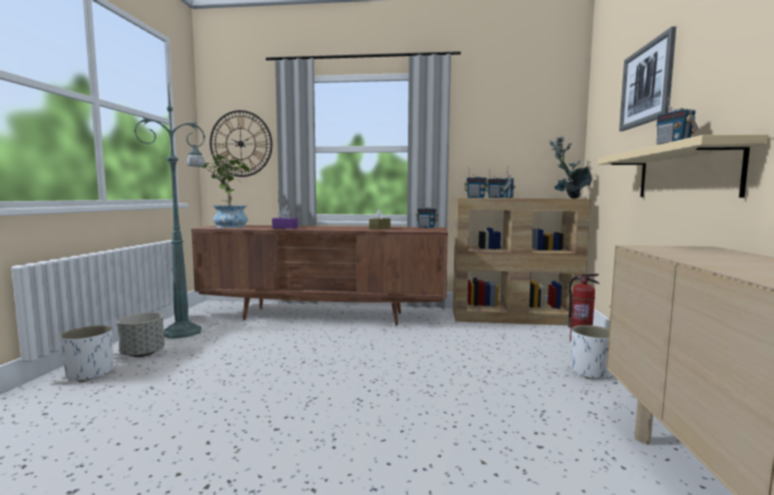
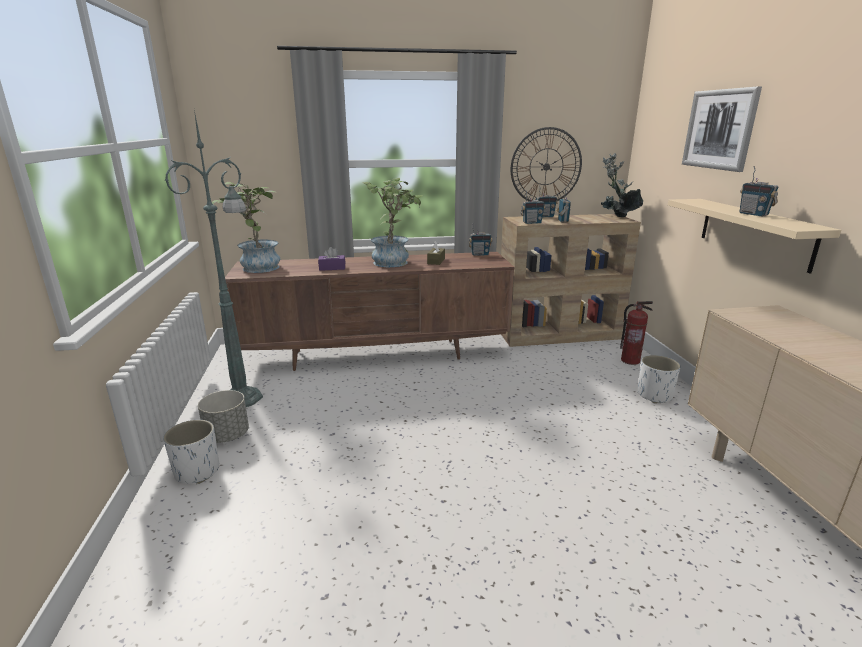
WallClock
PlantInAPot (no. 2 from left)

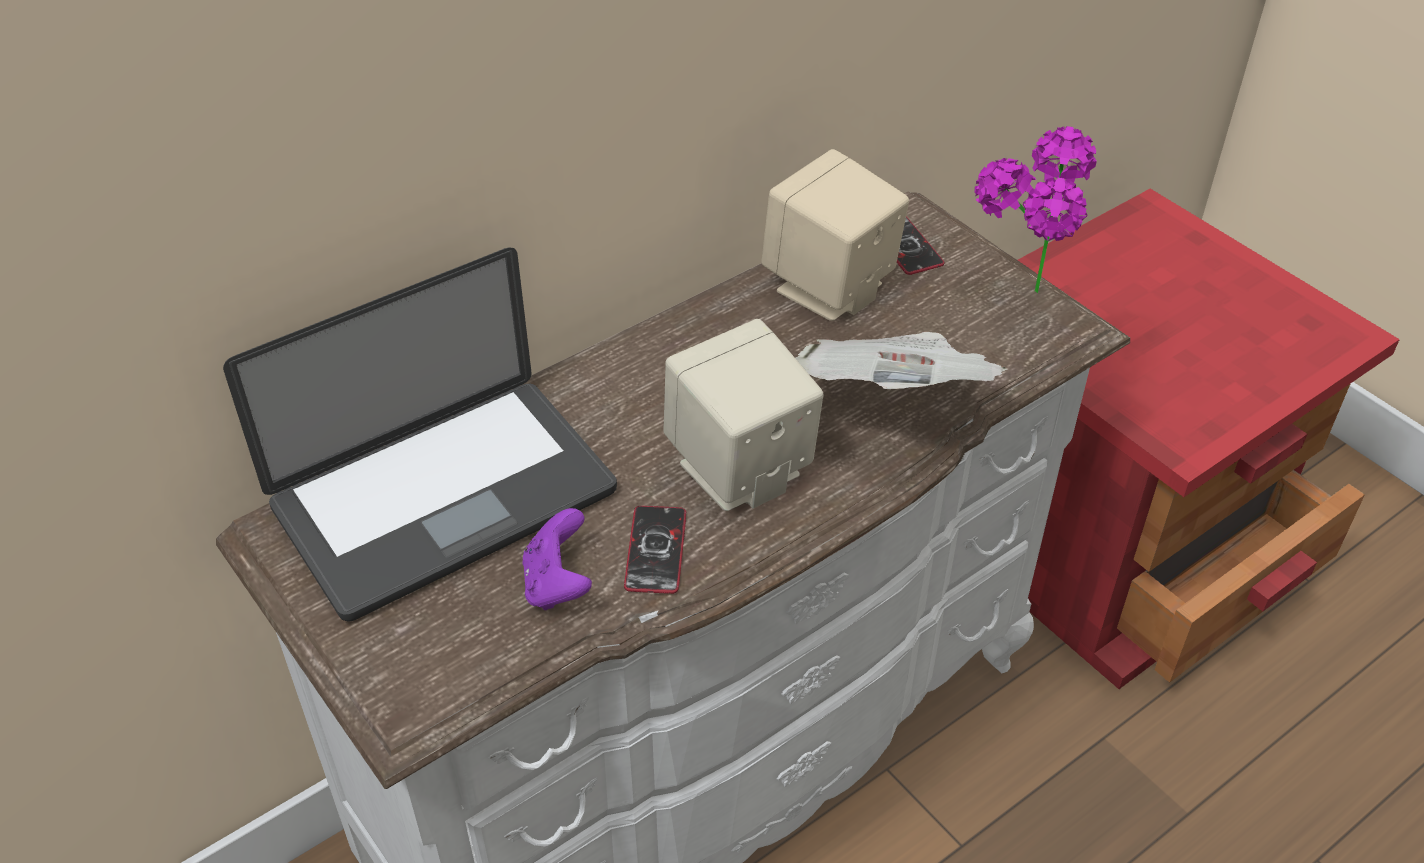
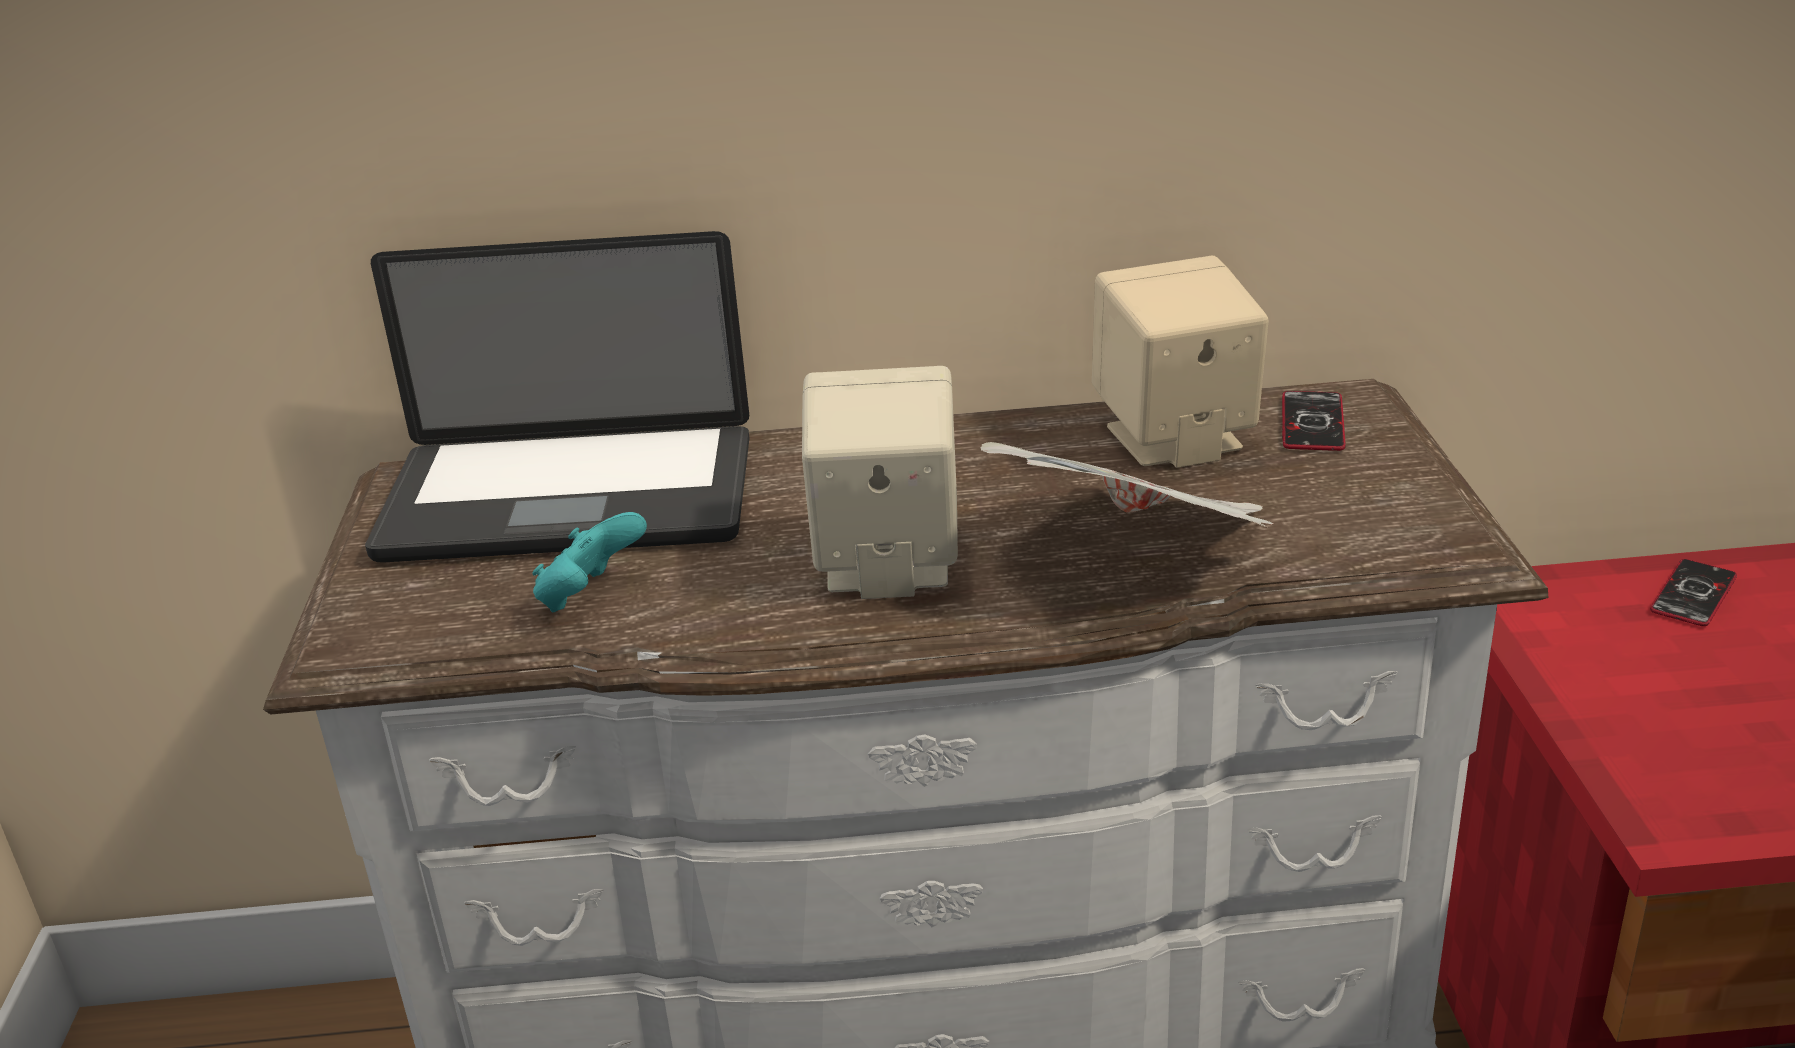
PlantInAPot
Phone (no. 2 from left)
BlueGreenGamepad

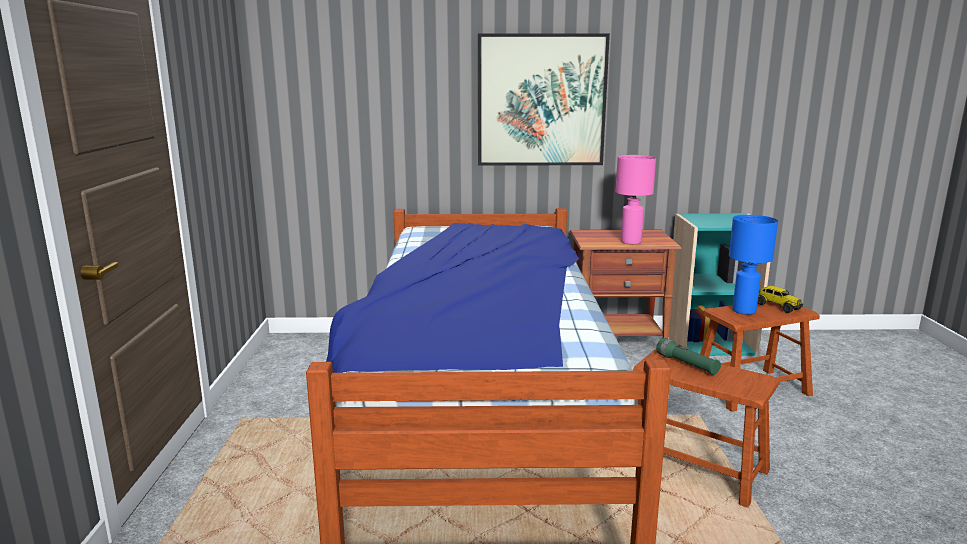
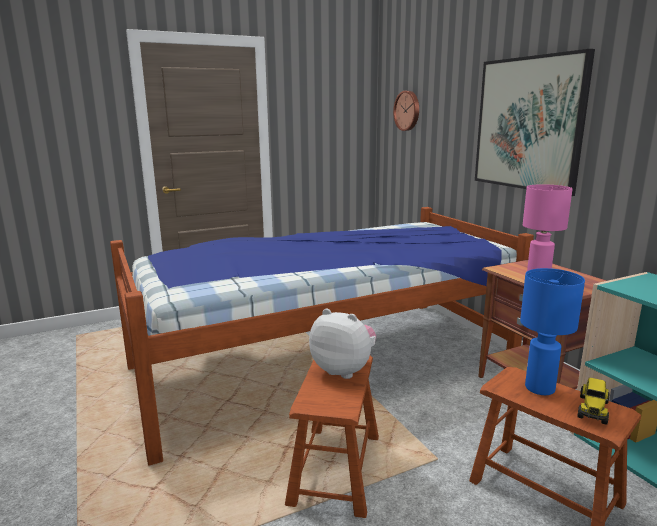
SoftToy
WallClock

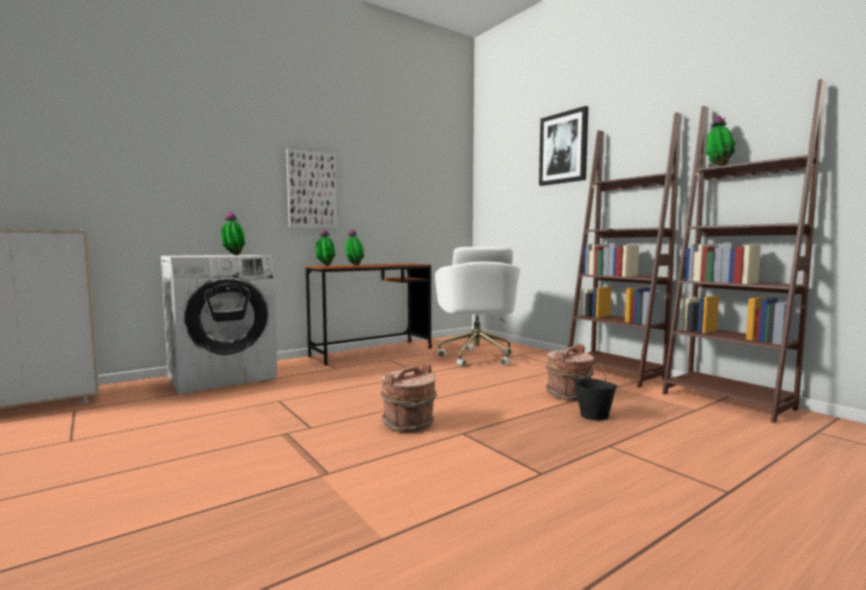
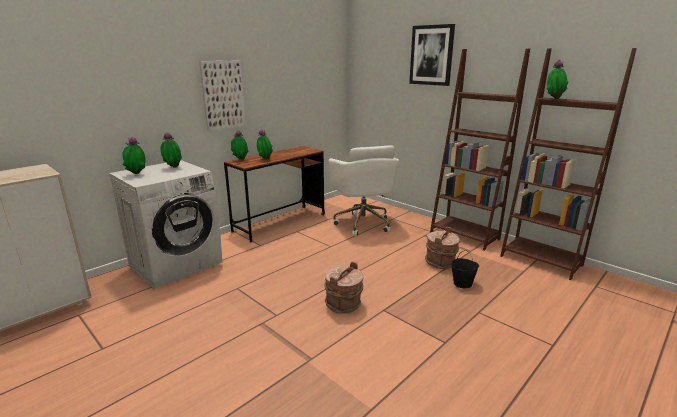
PlantInAPot (no. 1 from left)

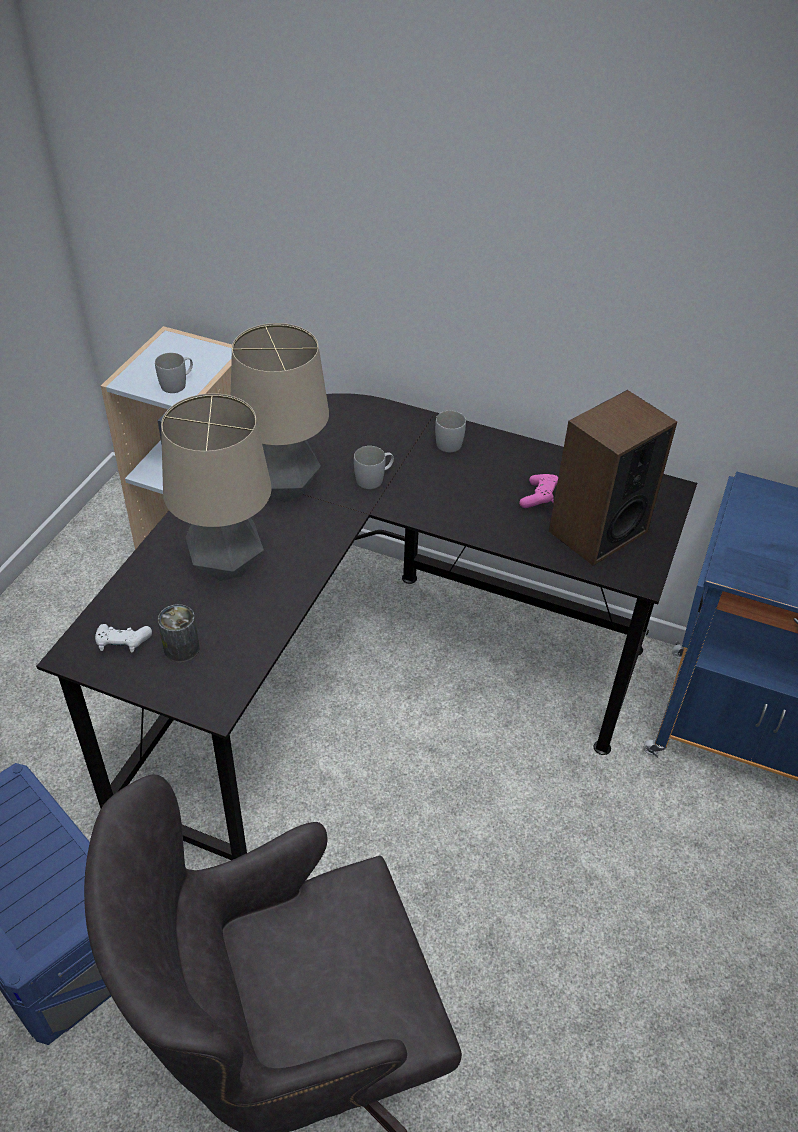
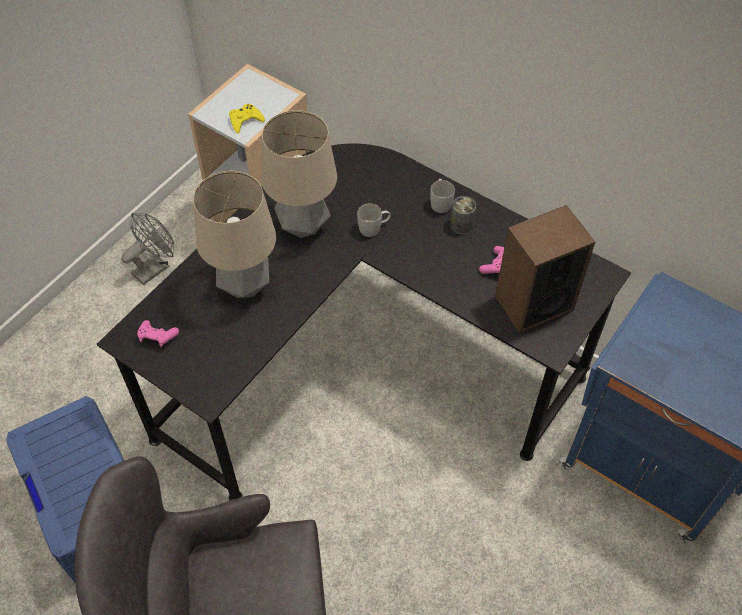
YellowishGamepad
MetalCan
PinkColouredGamepad (no. 1 from left)
GreyFan

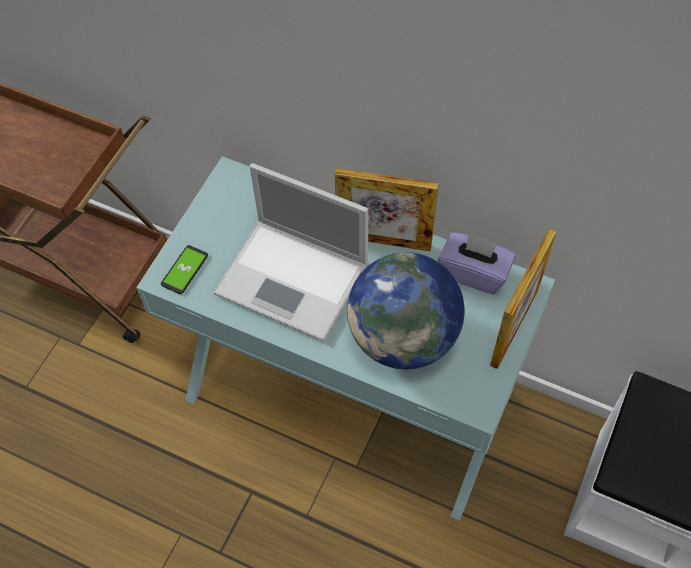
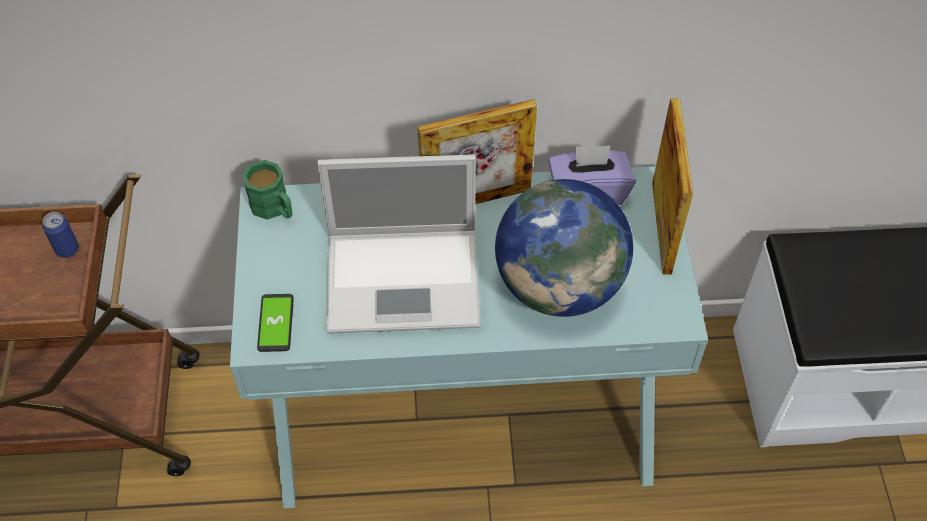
GreenCoffeeMug
MetalCan

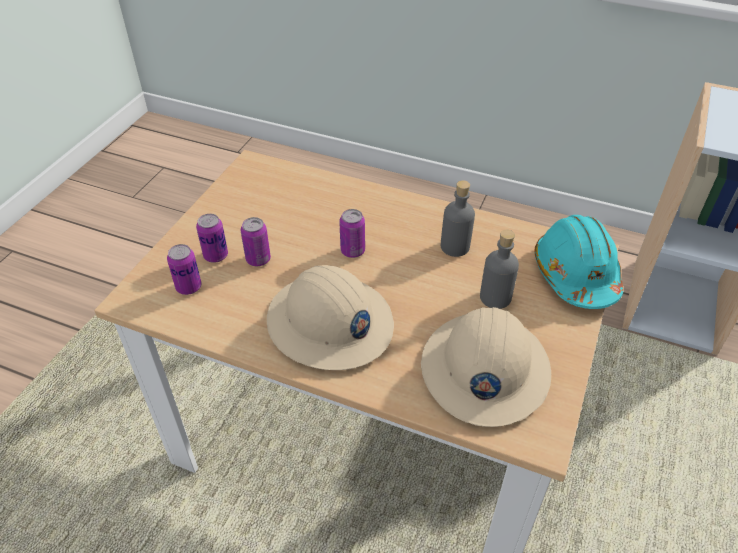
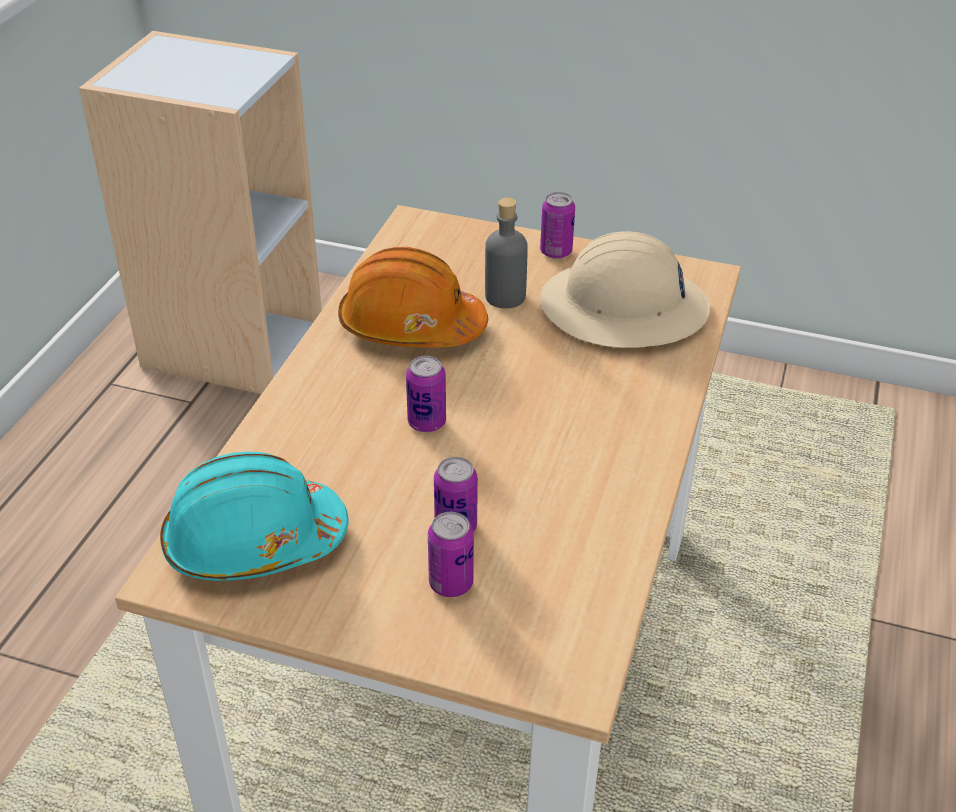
OrangeyWorkHelmet
BlueGreenWorkHelmet
MetalCan (no. 4 from left)
BeigeWorkHelmet (no. 1 from left in the first image)

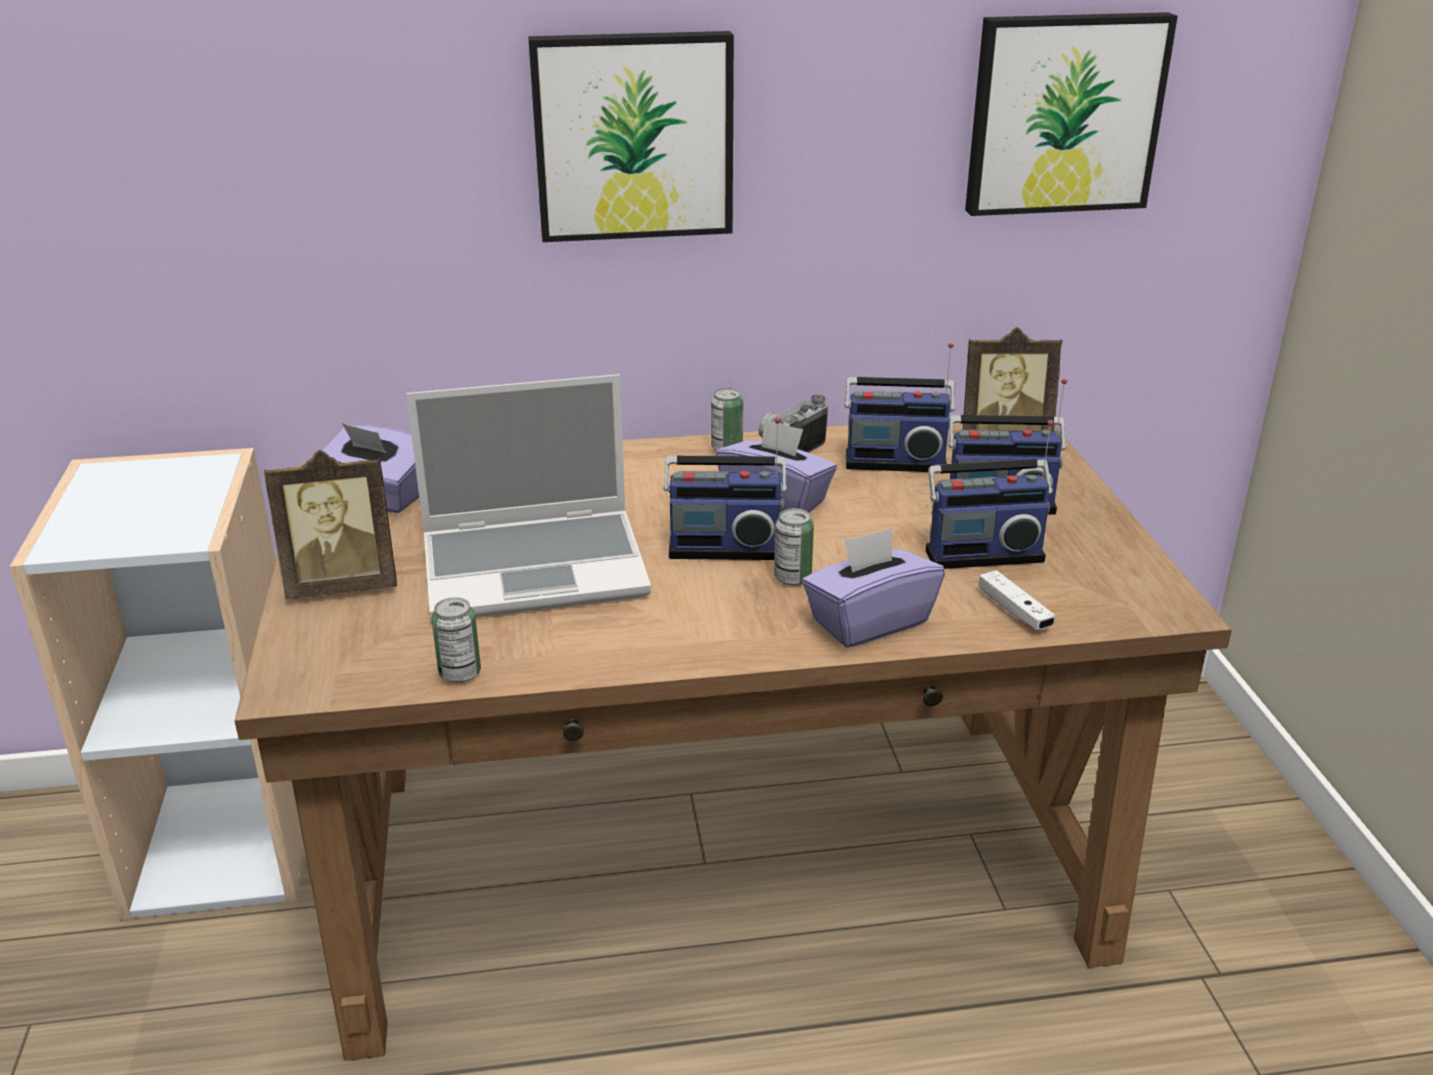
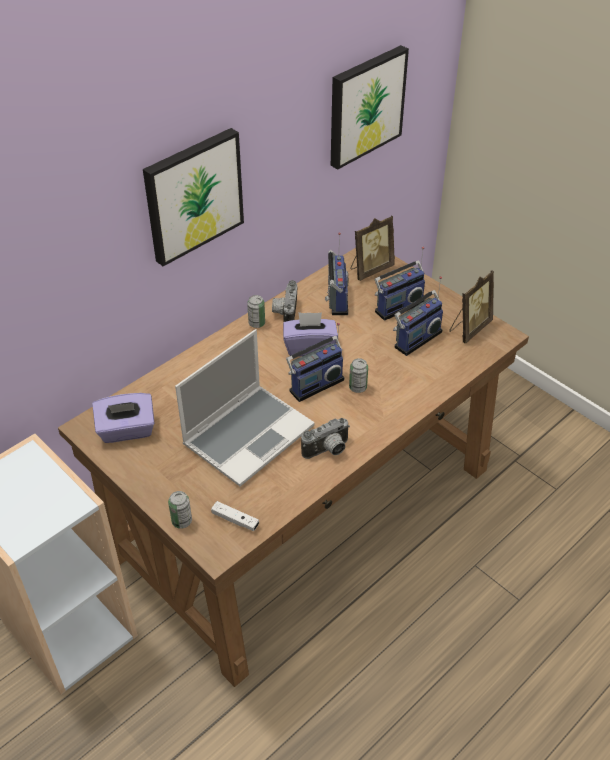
RadioSet (no. 2 from left)
PhotoFrame (no. 2 from left)
PurpleBoxOfTissues (no. 3 from left in the first image)
WhiteGamepad
MetalCan (no. 1 from left)
PhotoCamera (no. 2 from left)

